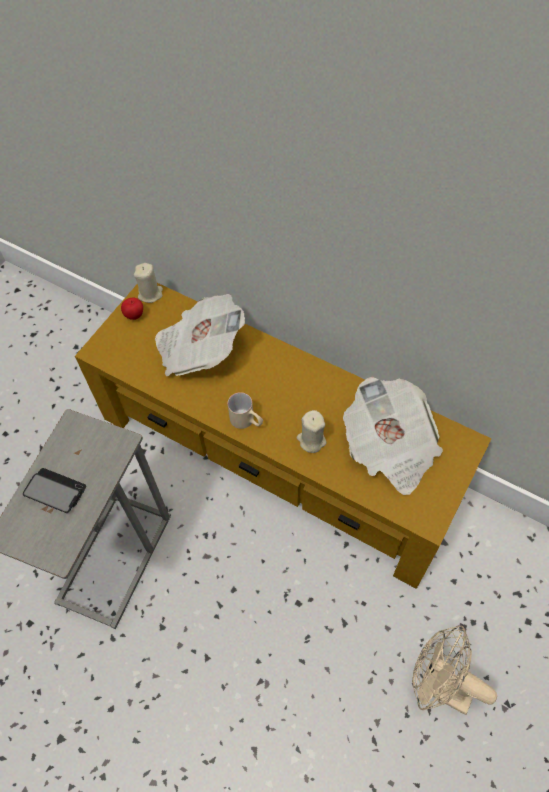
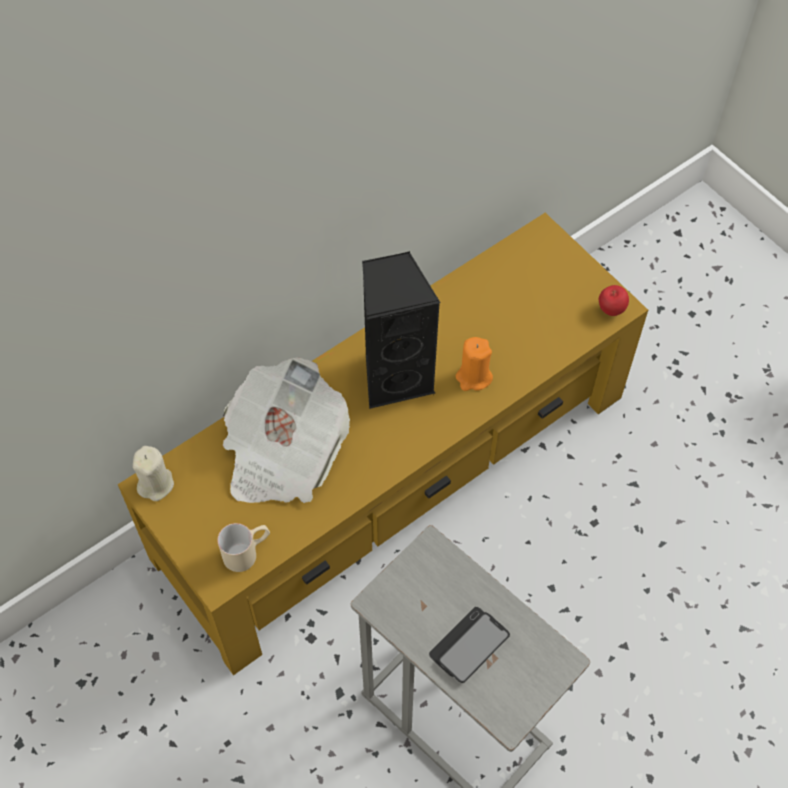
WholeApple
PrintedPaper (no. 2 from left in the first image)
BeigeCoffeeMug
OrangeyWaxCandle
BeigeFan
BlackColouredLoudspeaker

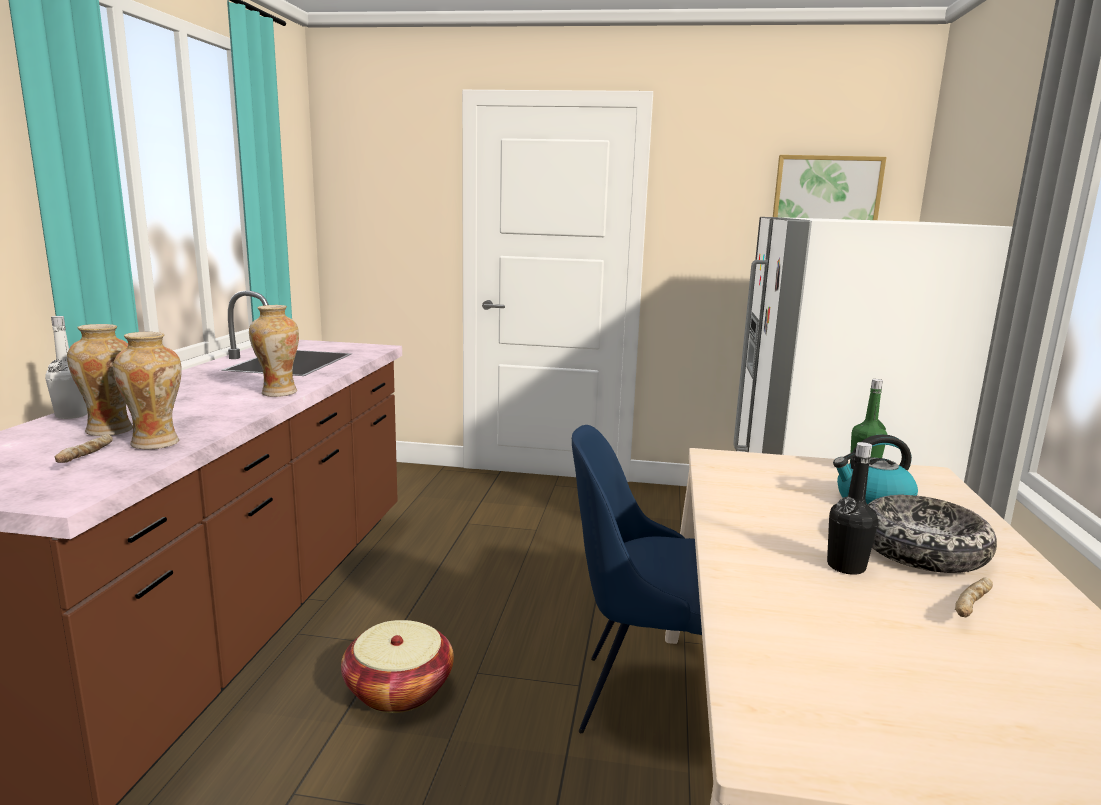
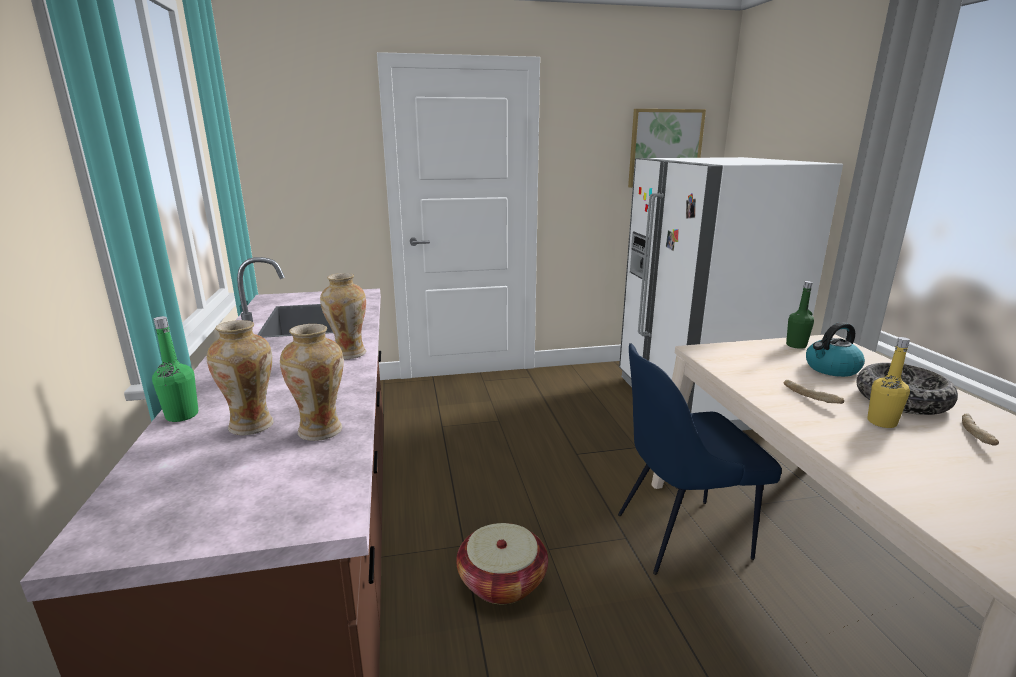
GreenBeverageBottle (no. 1 from left)
BakeryBread (no. 1 from left)
YellowishBeverageBottle

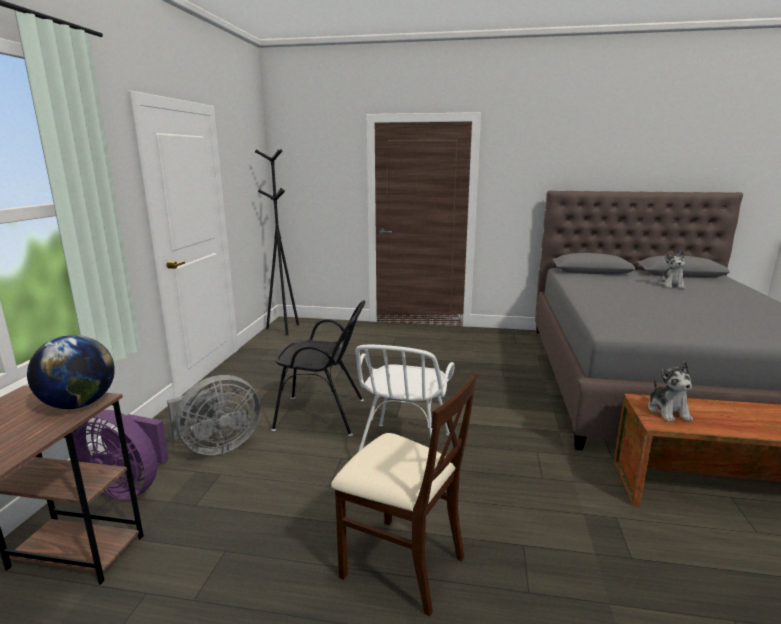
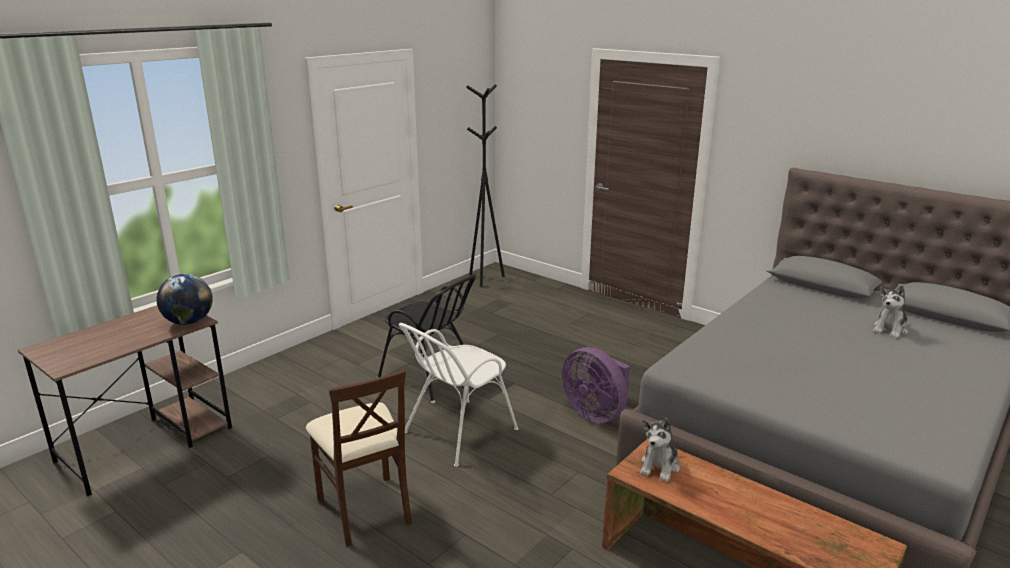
GreyFan
PurpleFan

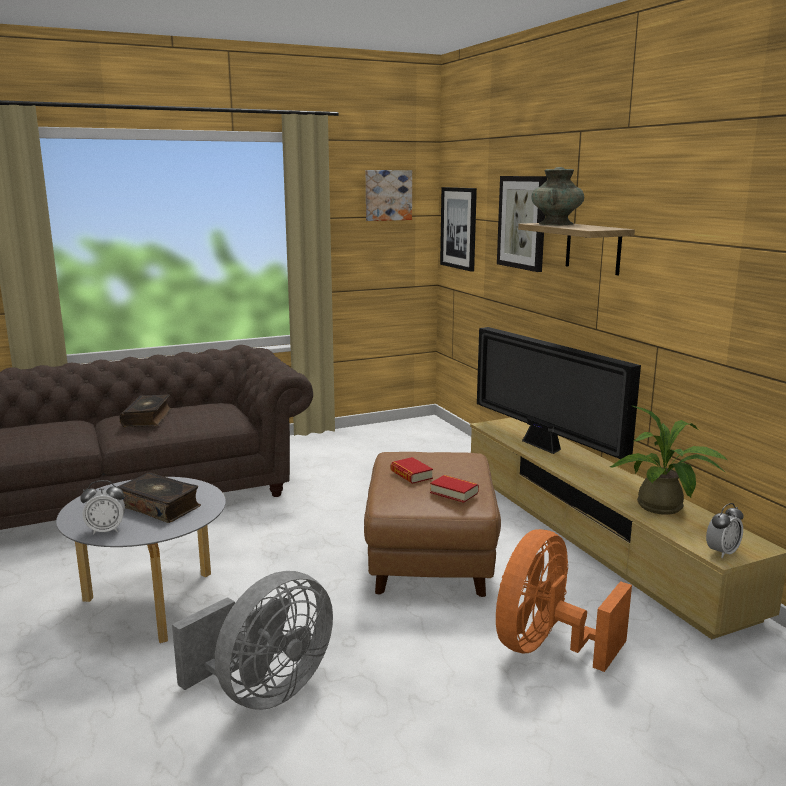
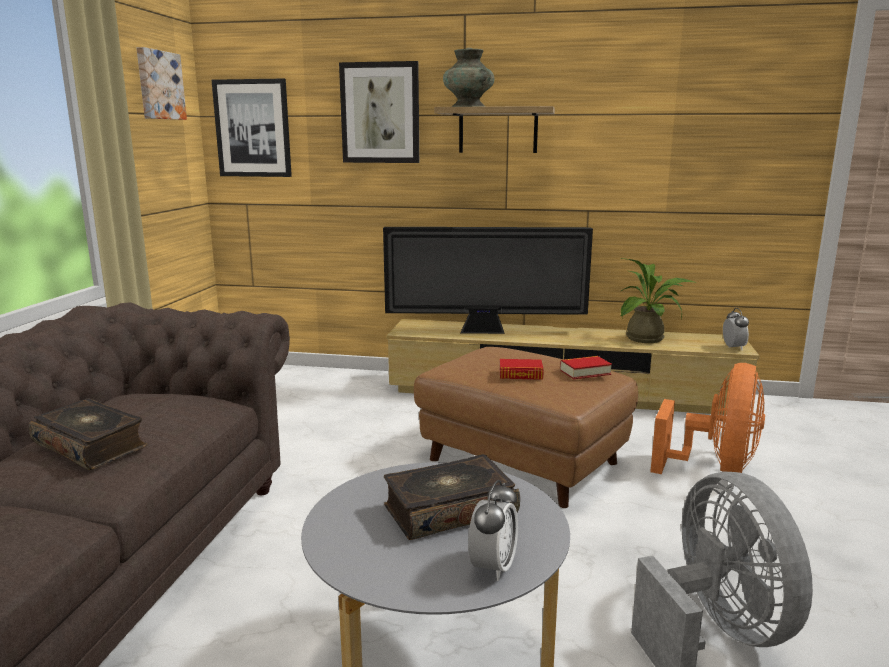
OrangeyFan

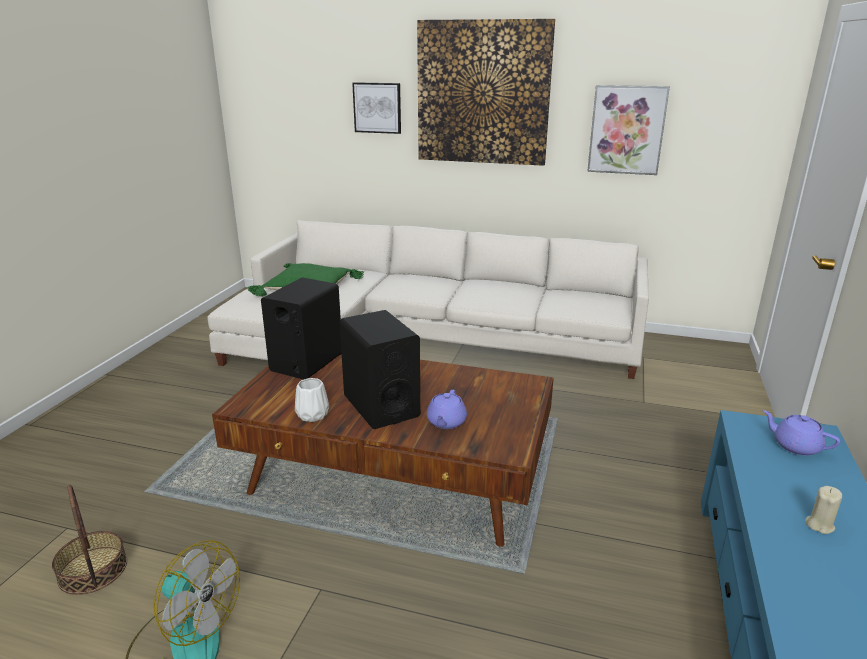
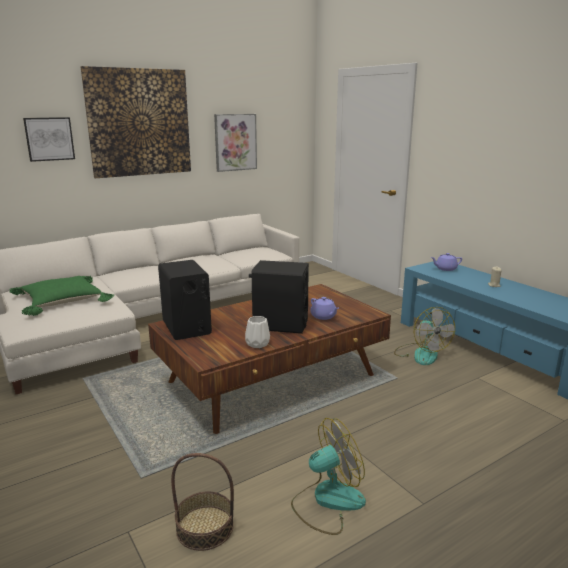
Fan (no. 2 from left)

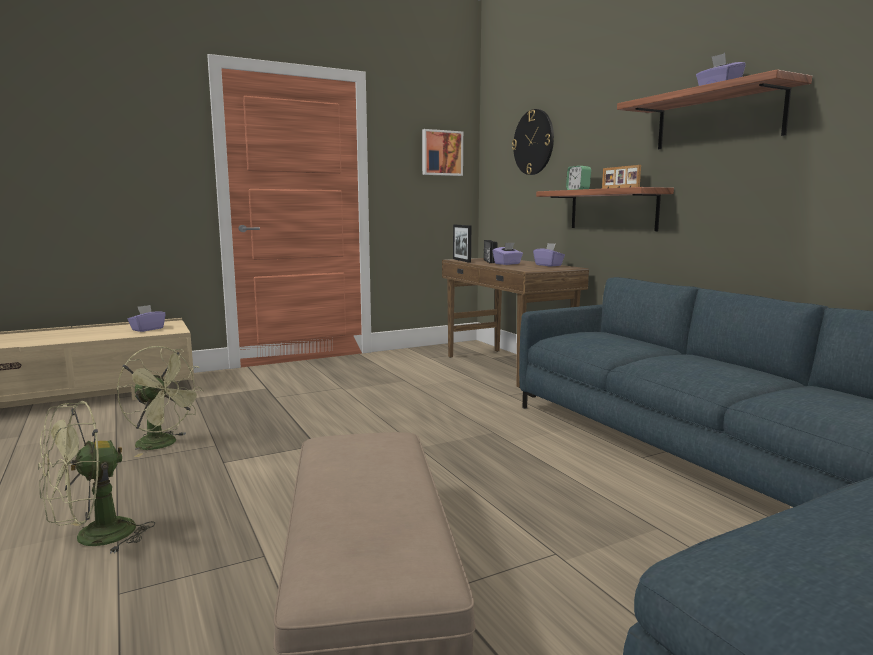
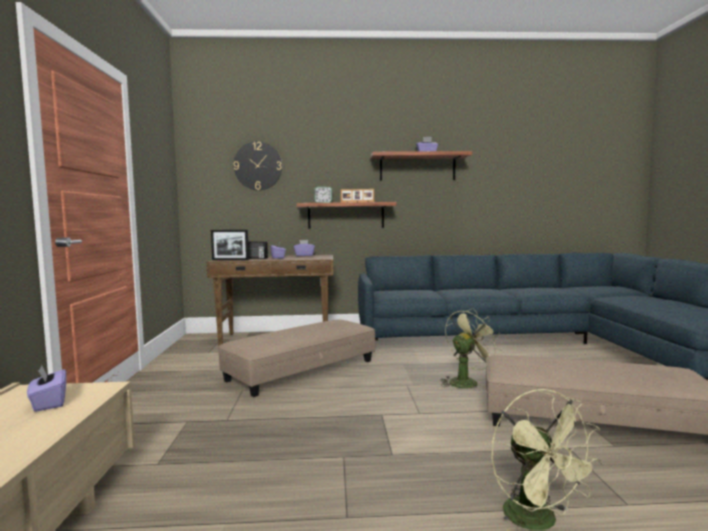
Picture
GreenFan (no. 1 from left)
BeigeOttoman (no. 1 from left)

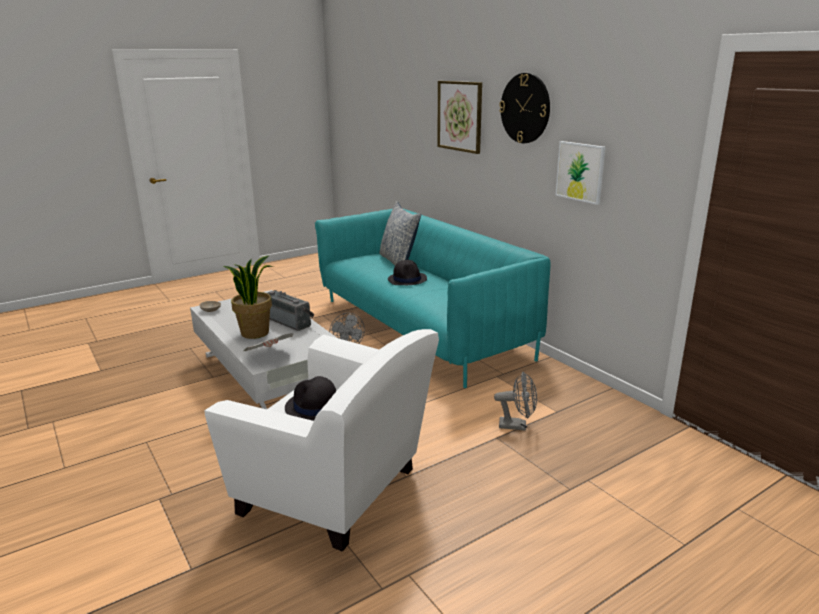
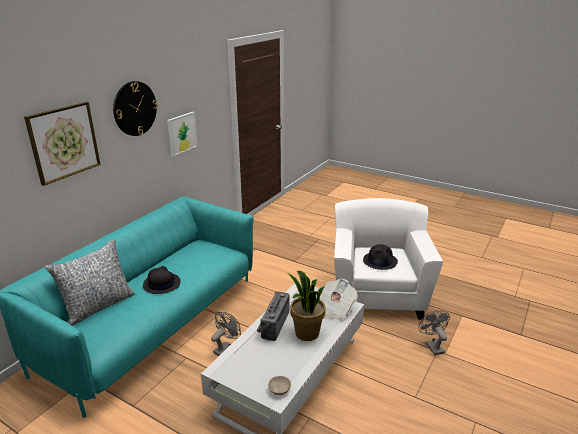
GreyFan (no. 2 from left)

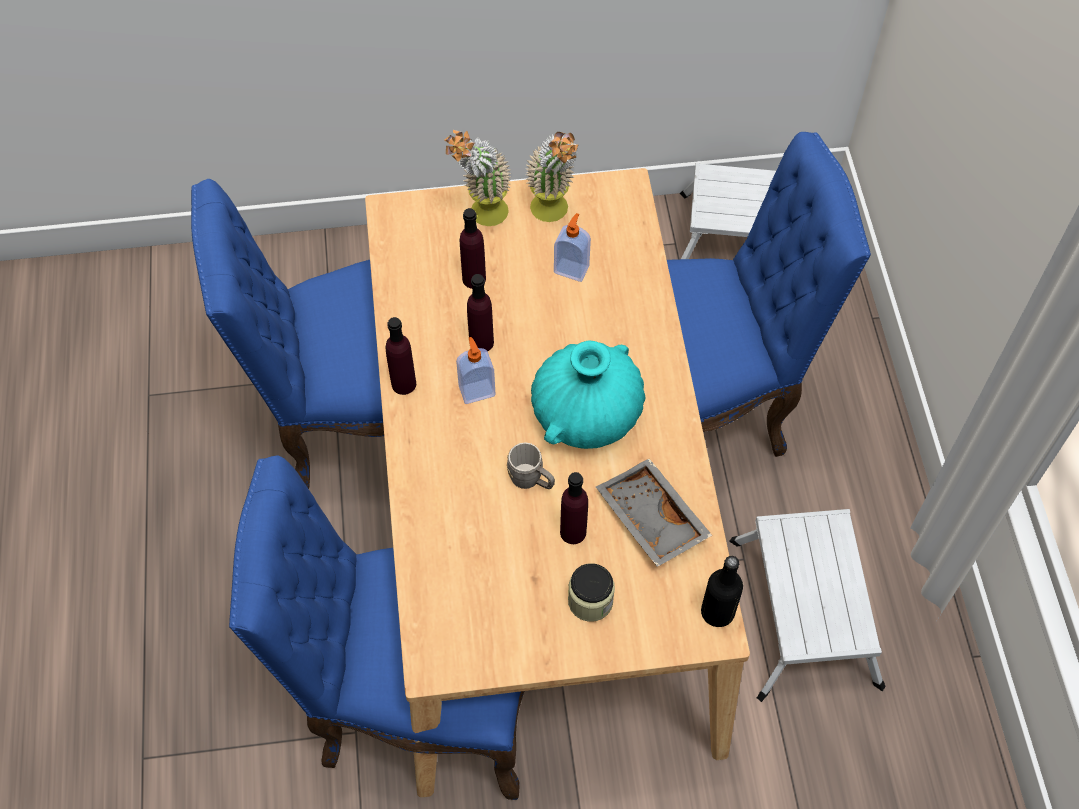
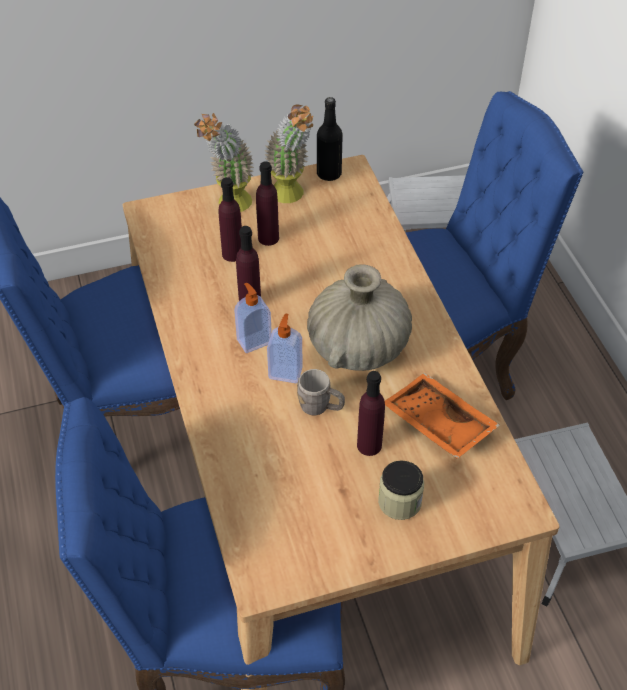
SoapBottle (no. 2 from left)
PurpleBeverageBottle (no. 3 from left)
BeigeVase
OrangeyCarryingTray
BlackColouredBeverageBottle

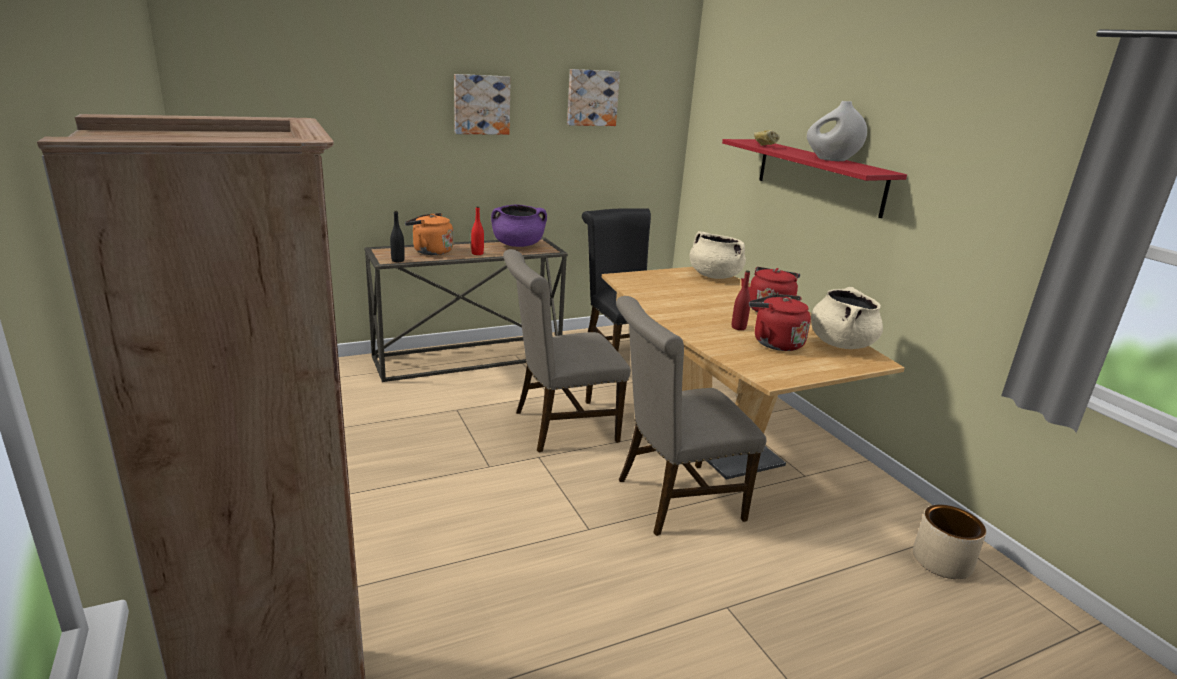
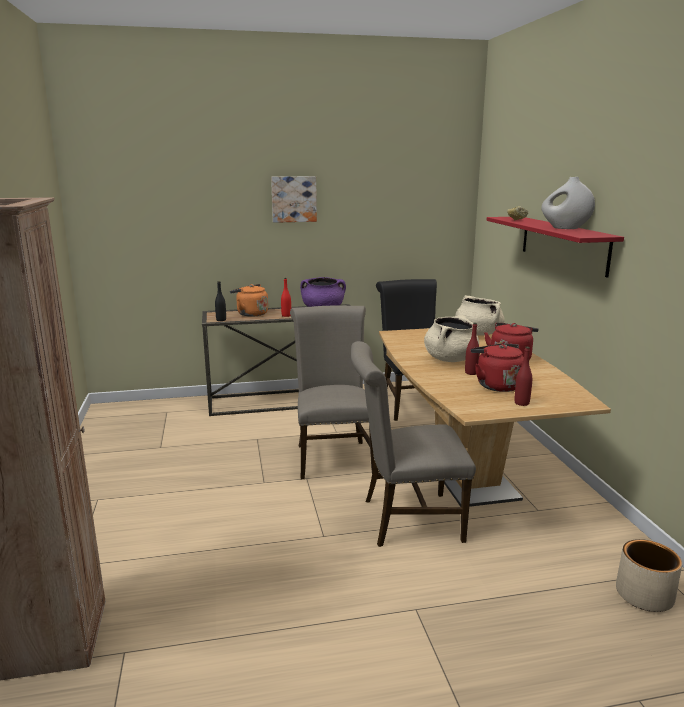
Picture (no. 2 from left in the first image)
BeigeChair (no. 1 from left)
BeigeCookingPot (no. 1 from left)
RedBeverageBottle (no. 3 from left)

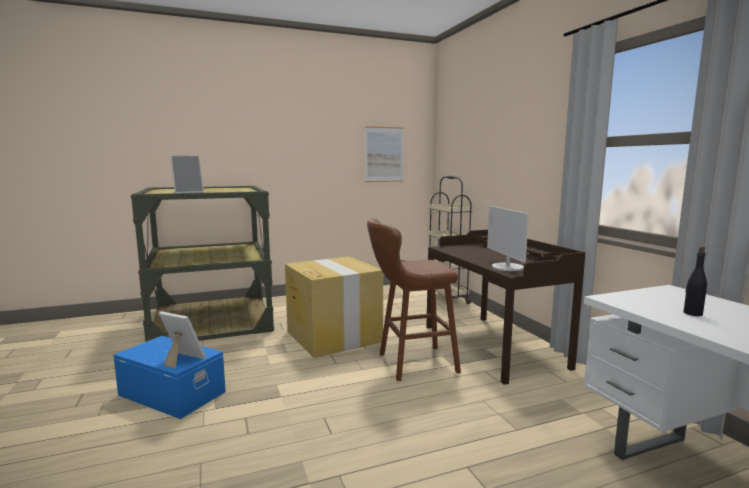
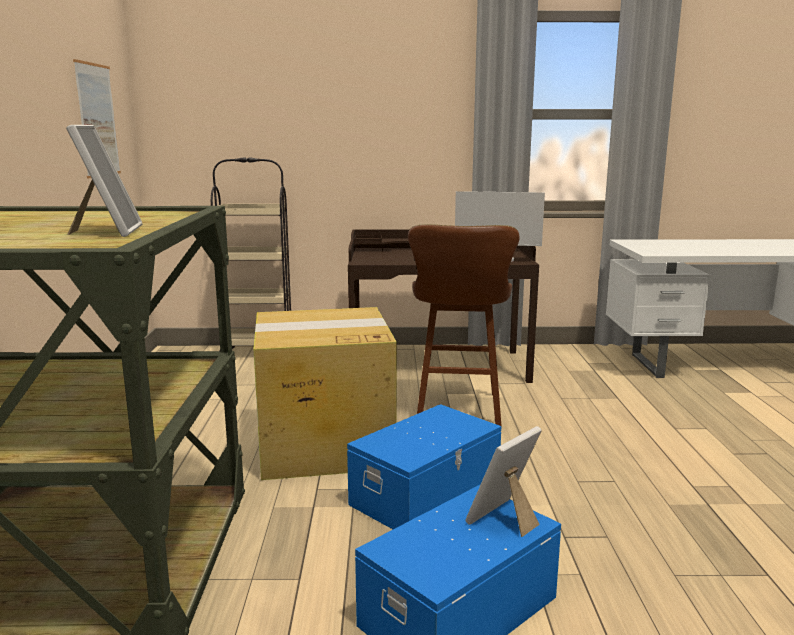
BlackColouredBeverageBottle
BluishStorageContainer (no. 1 from left)

